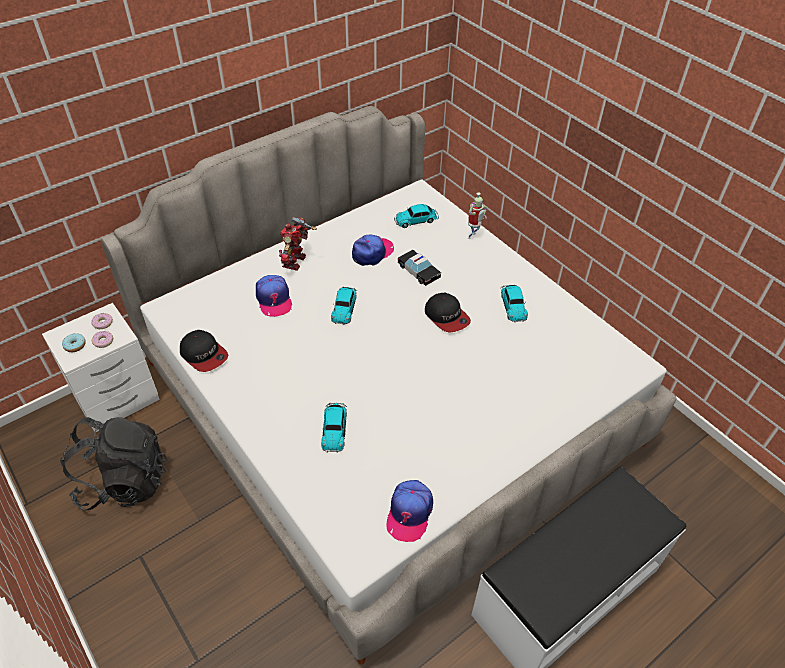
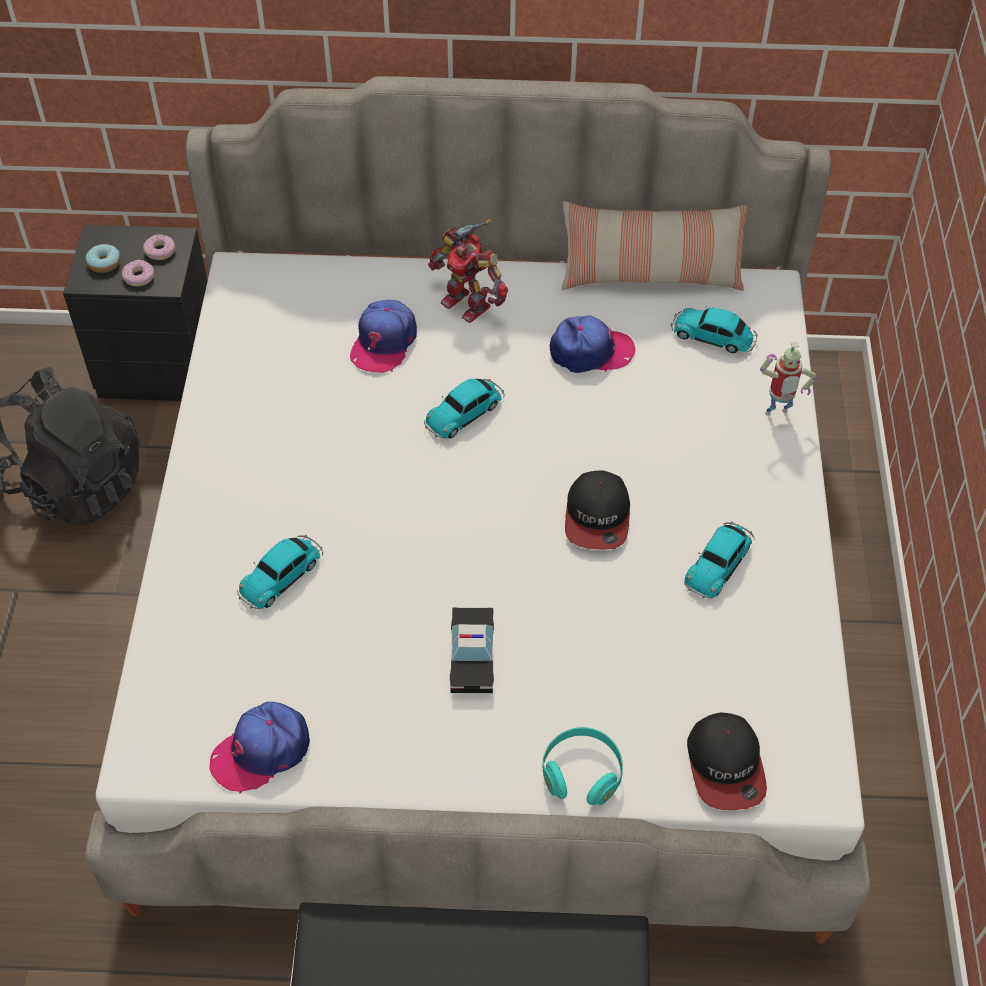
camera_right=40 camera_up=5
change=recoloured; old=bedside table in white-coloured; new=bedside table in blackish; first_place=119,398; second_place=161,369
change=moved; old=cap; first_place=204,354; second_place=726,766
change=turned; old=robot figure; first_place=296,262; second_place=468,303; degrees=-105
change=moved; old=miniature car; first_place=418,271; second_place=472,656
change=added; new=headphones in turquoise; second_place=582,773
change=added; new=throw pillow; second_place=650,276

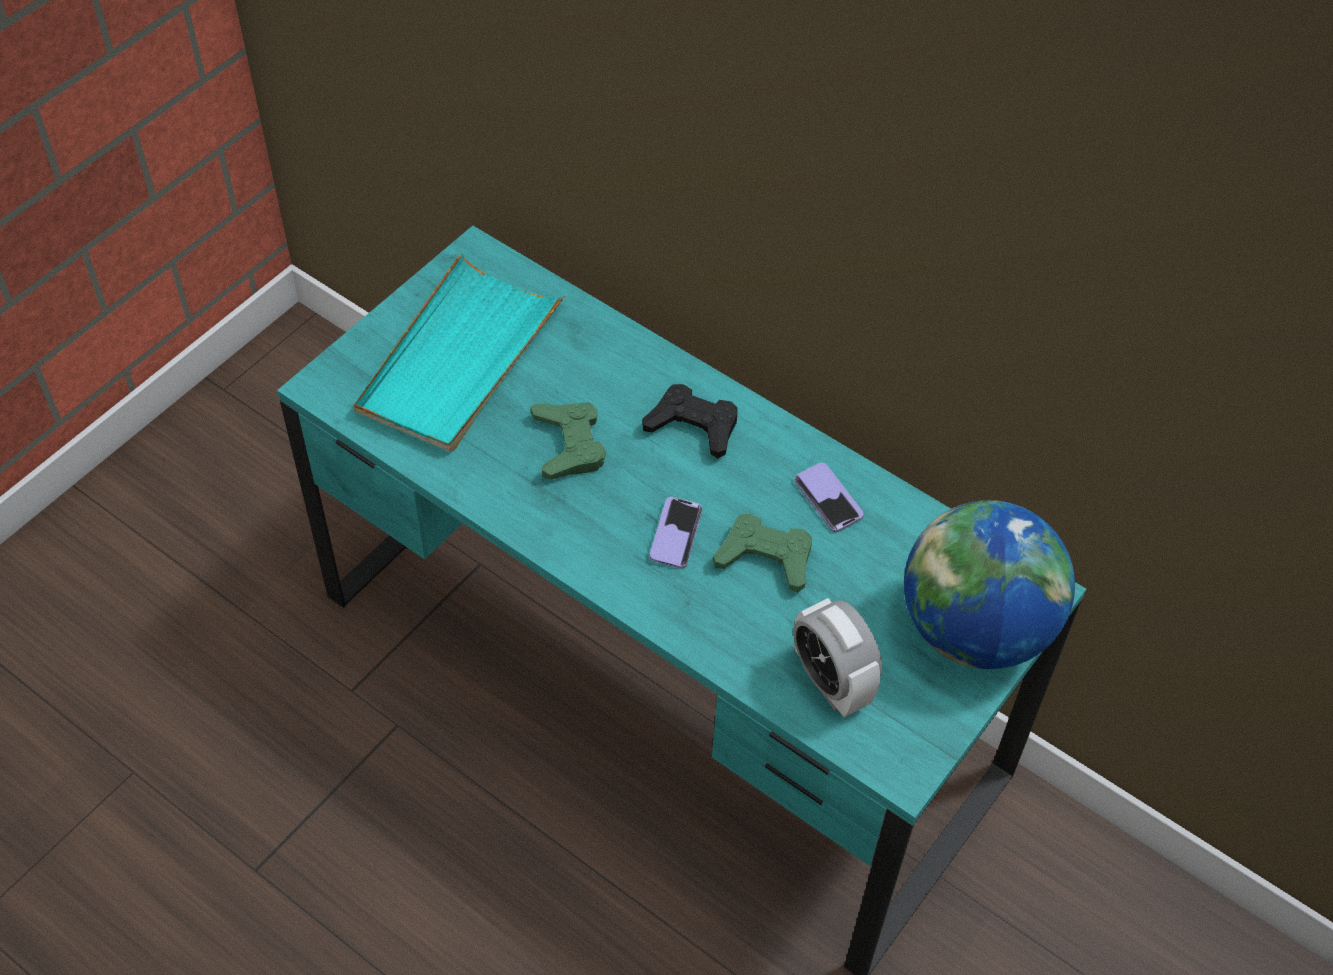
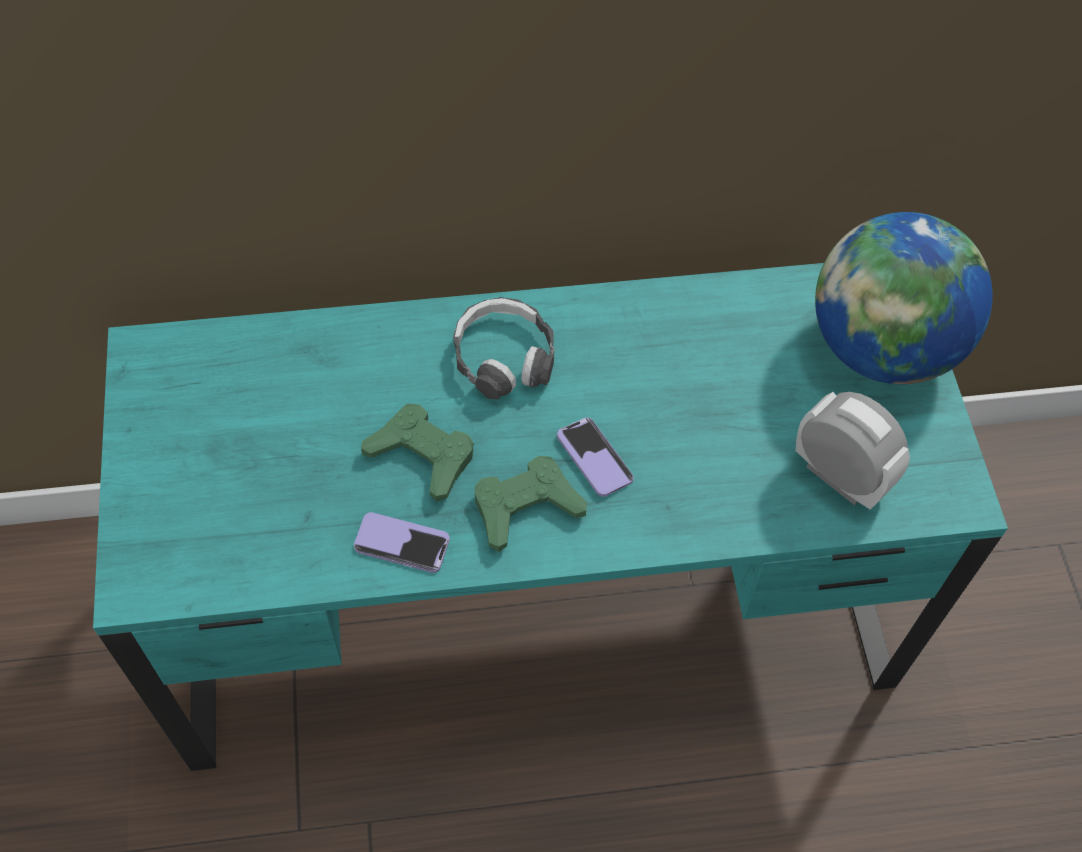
camera_right=-45 camera_up=5
change=removed; old=tray in turquoise; first_place=459,359
change=replaced; old=game controller in blackish; new=headphones; first_place=693,426; second_place=503,356
change=moved; old=game controller in green-coloured; first_place=765,557; second_place=525,506
change=turned; old=table clock; first_place=831,682; second_place=839,477; degrees=-150
change=moved; old=telephone; first_place=828,499; second_place=402,544

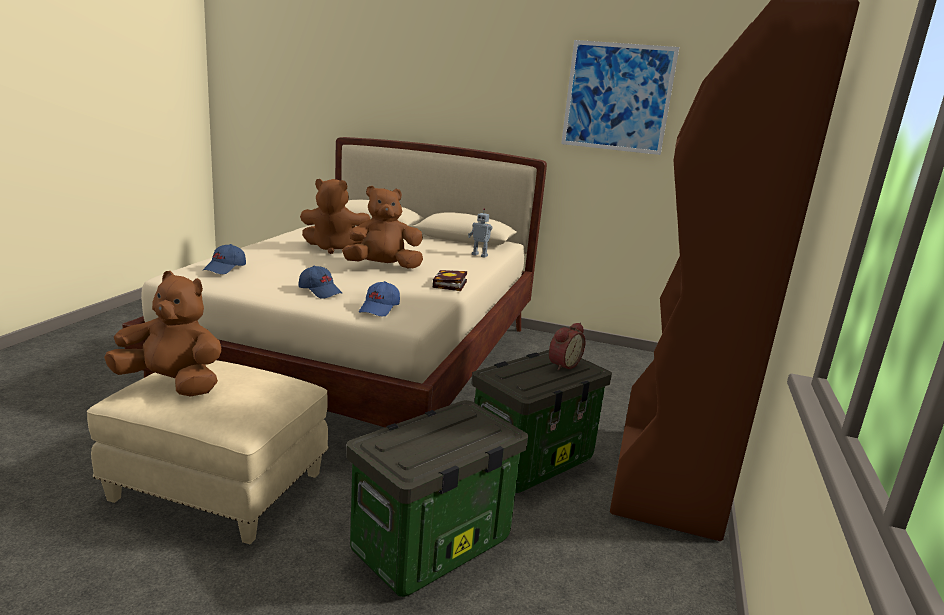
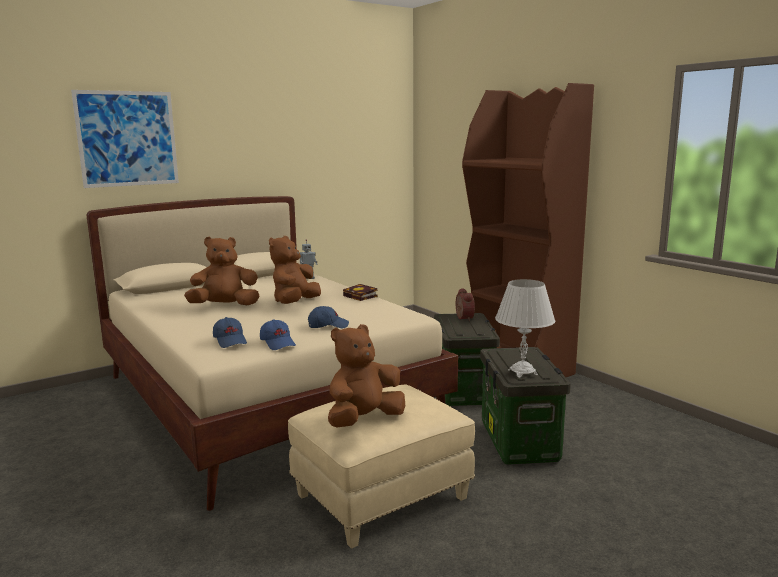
camera_right=-50 camera_up=-5
change=turned; old=plush toy in brown-coloured; first_place=335,248; second_place=224,306; degrees=-150
change=moved; old=cap in blue; first_place=380,309; second_place=278,343
change=moved; old=wall picture; first_place=617,97; second_place=127,139
change=added; new=tabletop lamp in white-coloured; second_place=522,372

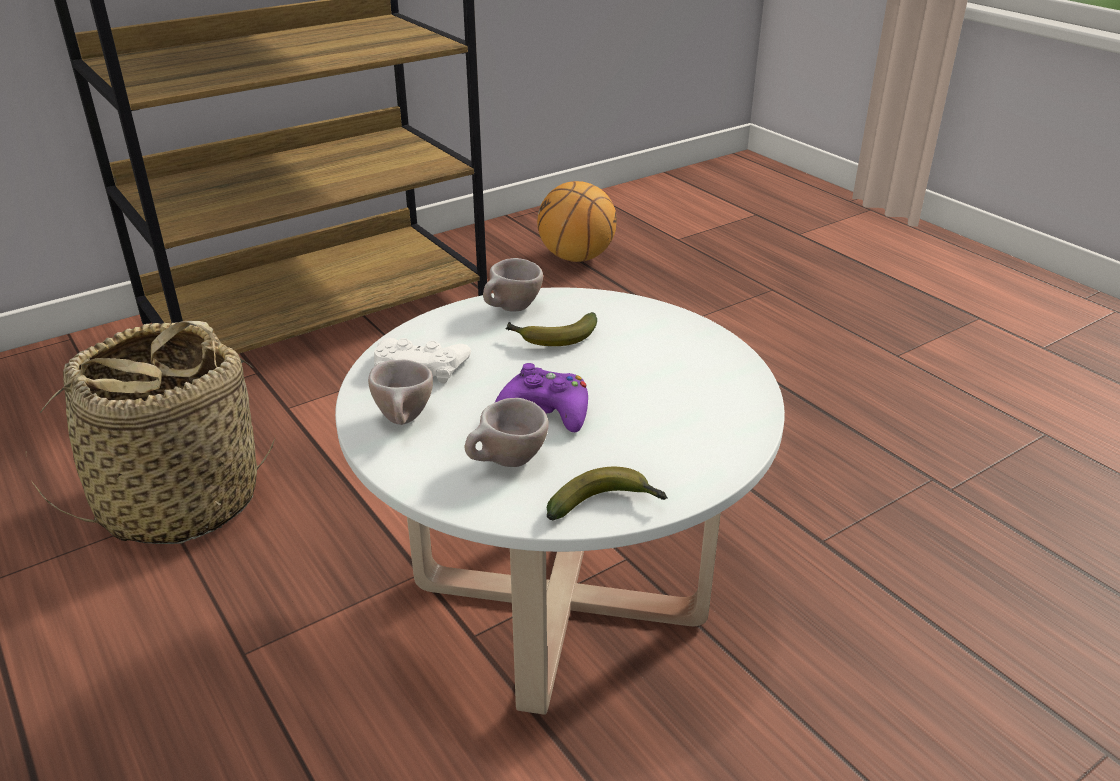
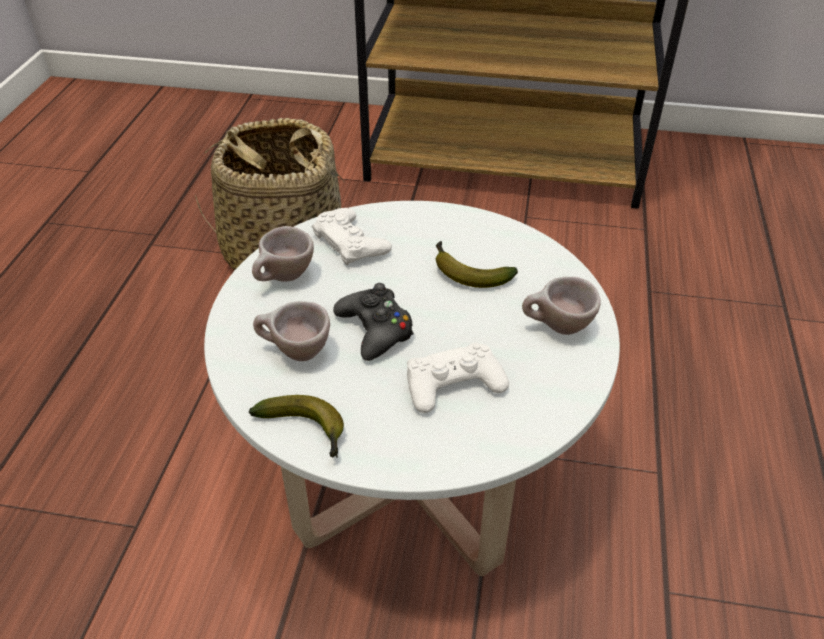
camera_right=45 camera_up=10
change=moved; old=drinking cup in beige-coloured; first_place=511,310; second_place=556,328
change=recoloured; old=game controller in purple; new=game controller in blackish; first_place=545,411; second_place=375,330
change=removed; old=basketball ball; first_place=576,258
change=added; new=game controller in white-coloured; second_place=453,384

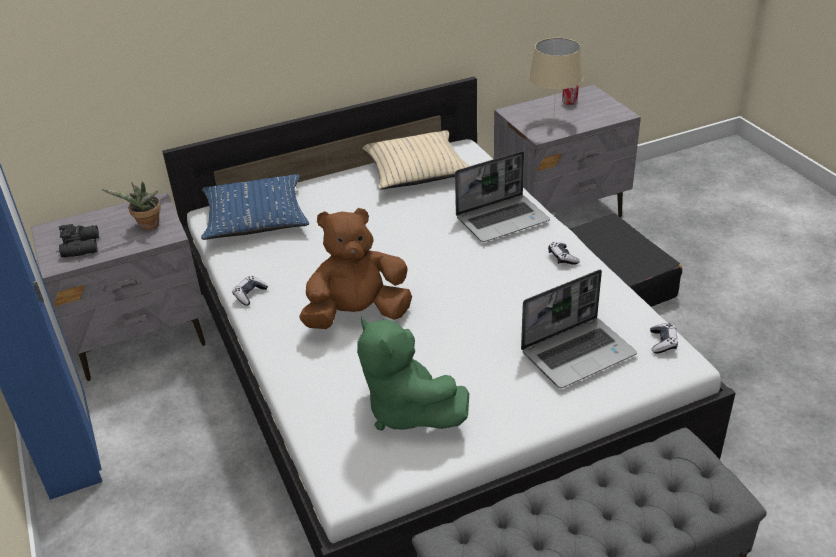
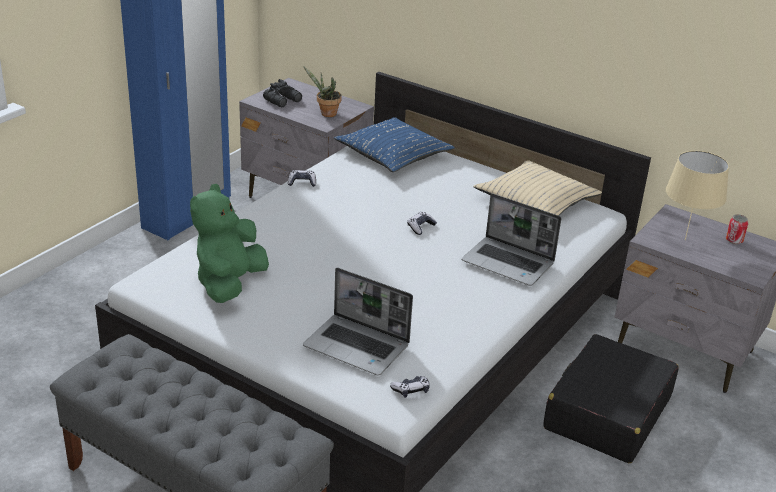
camera_right=55 camera_up=-5
change=removed; old=plush toy in brown-coloured; first_place=357,315
change=moved; old=game controller; first_place=562,258; second_place=420,227

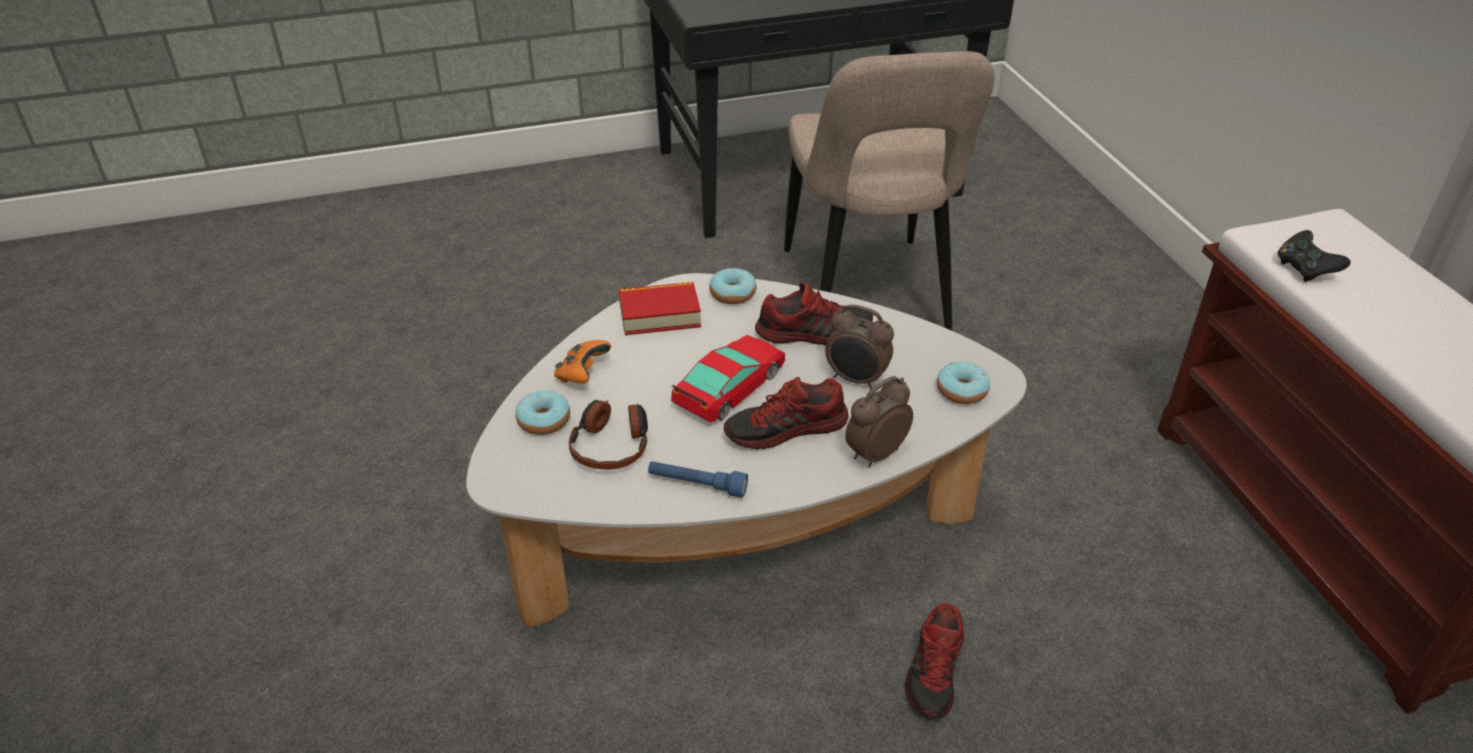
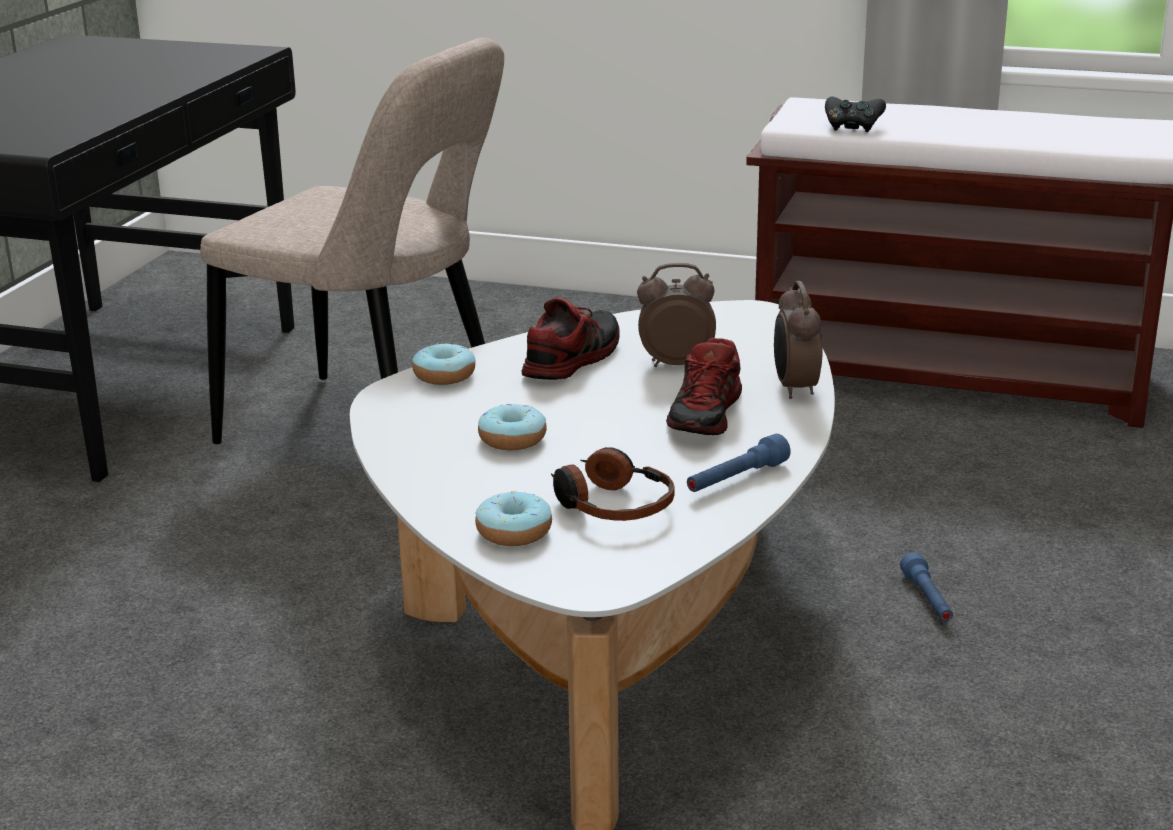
camera_right=-55 camera_up=-15
change=removed; old=game controller in orange-coloured; first_place=582,374
change=removed; old=volume; first_place=659,315
change=removed; old=miniature car; first_place=729,388
change=turned; old=table clock; first_place=856,380; second_place=676,364; degrees=-150
change=replaced; old=low shoe; new=hand torch in blue; first_place=936,672; second_place=927,600
change=moved; old=donut; first_place=962,391; second_place=512,439

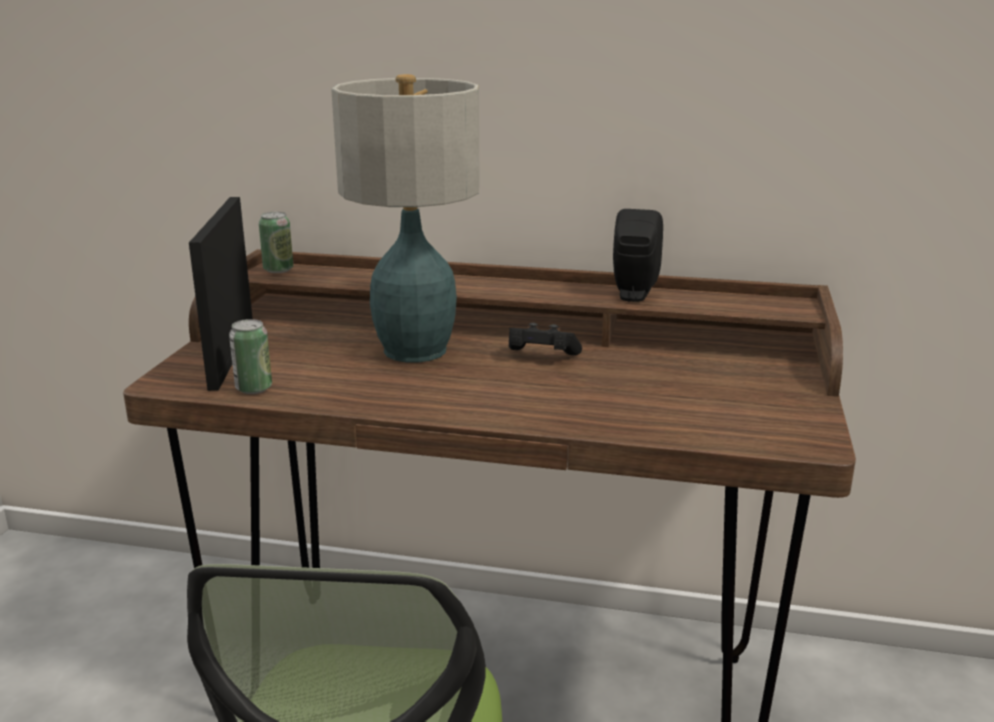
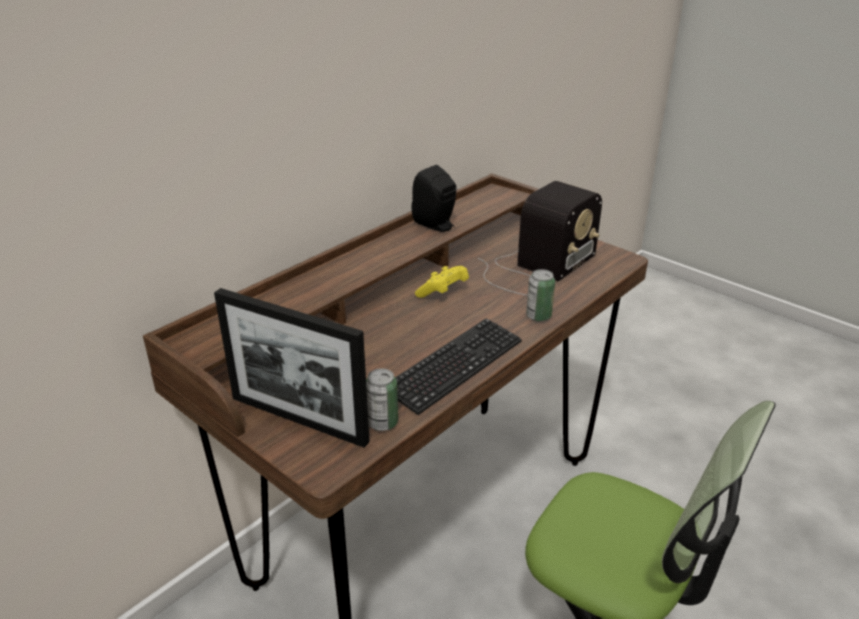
camera_right=-60 camera_up=10
change=moved; old=metal can; first_place=278,270; second_place=538,316
change=removed; old=tabletop lamp; first_place=416,350
change=recoloured; old=game controller in blackish; new=game controller in yellow; first_place=541,357; second_place=443,292
change=added; new=computer keyboard; second_place=454,366
change=added; new=radio set; second_place=536,268

